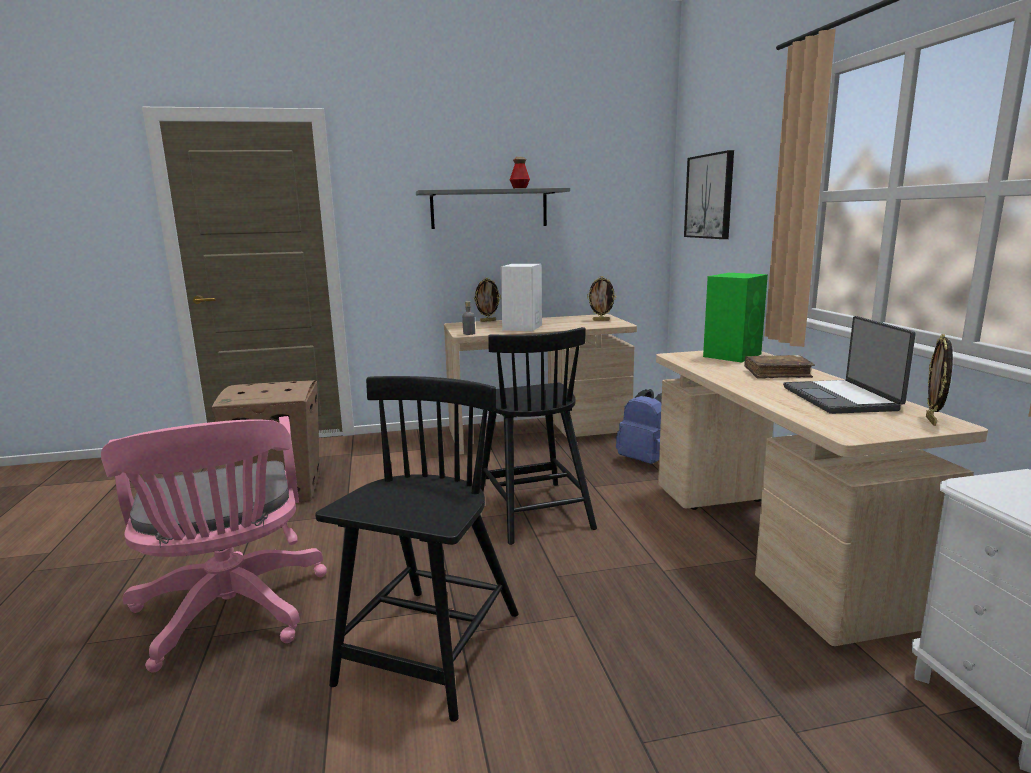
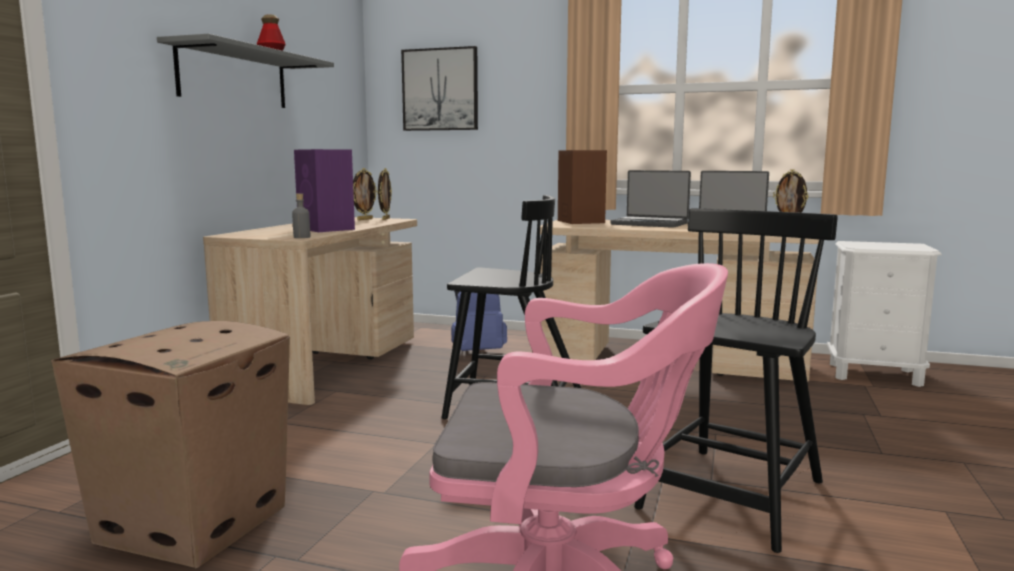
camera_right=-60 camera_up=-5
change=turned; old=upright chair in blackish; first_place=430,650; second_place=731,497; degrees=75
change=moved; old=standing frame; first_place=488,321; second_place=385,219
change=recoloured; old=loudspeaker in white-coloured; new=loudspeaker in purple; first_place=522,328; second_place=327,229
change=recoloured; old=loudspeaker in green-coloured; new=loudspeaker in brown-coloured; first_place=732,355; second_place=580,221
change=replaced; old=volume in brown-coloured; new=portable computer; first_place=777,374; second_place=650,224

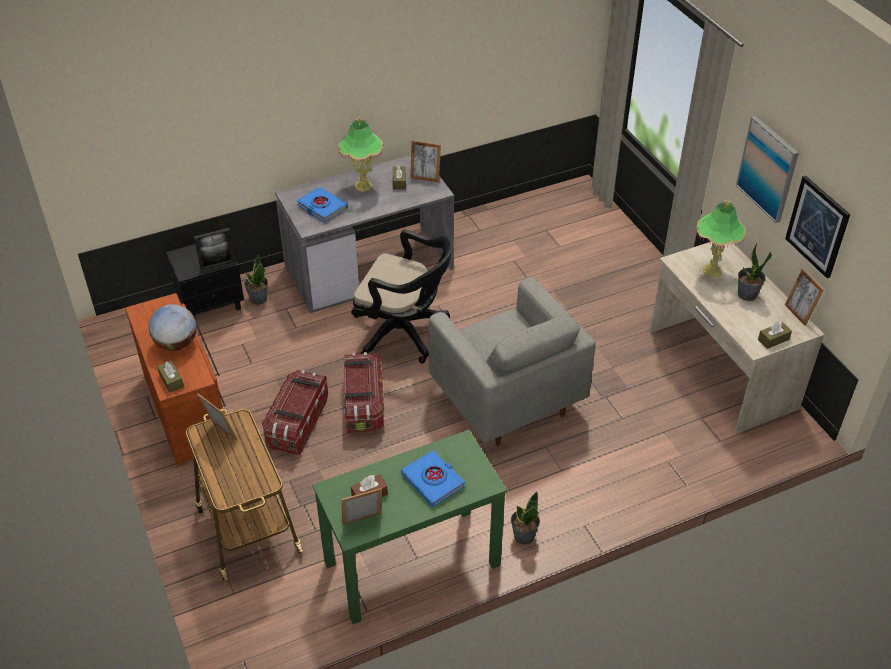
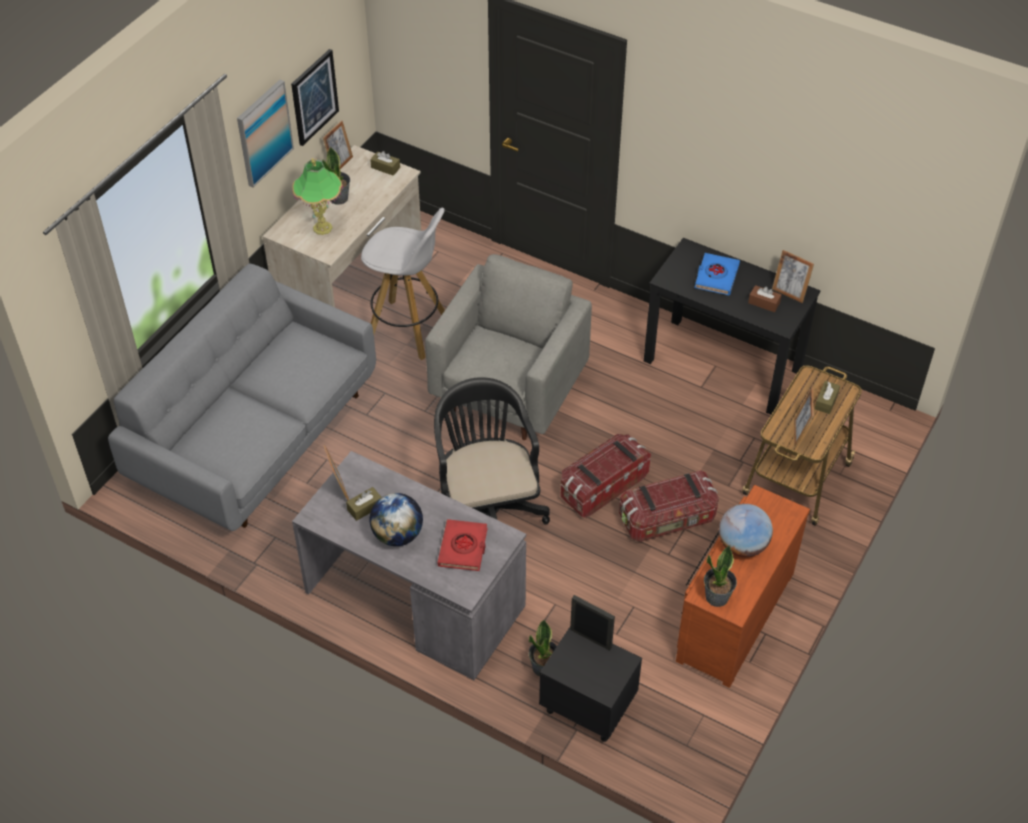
camera_right=-125 camera_up=5
change=moved; old=tissue box in brown-coloured; first_place=171,380; second_place=826,401
change=recoloured; old=volume in blue; new=volume in reddish; first_place=322,207; second_place=463,548
change=recoloured; old=desk table in green-coloured; new=desk table in blackish; first_place=411,564; second_place=723,365
change=replaced; old=tabletop lamp; new=globe; first_place=363,186; second_place=397,535
change=moved; old=houseplant; first_place=523,536; second_place=717,597
change=added; new=sofa in gray; second_place=256,436
change=added; new=sitting stool in white-coloured; second_place=408,330

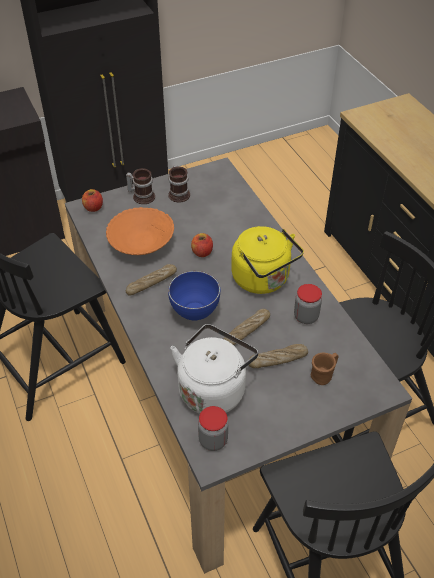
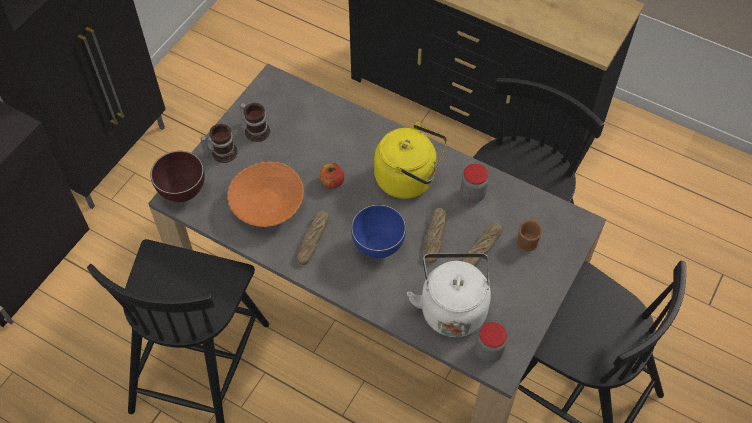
camera_right=-35 camera_up=10
change=replaced; old=apple; new=serving bowl in brown-coloured; first_place=93,207; second_place=183,192

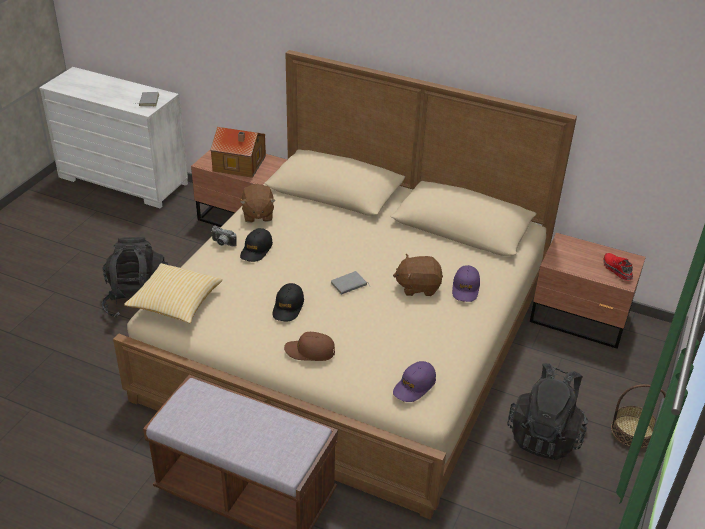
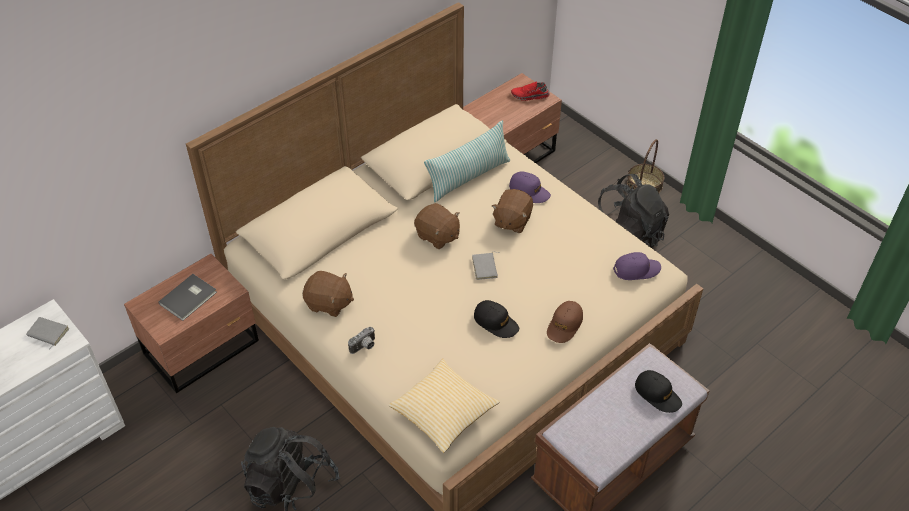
camera_right=-65 camera_up=10
change=replaced; old=model house; new=volume in gray; first_place=240,164; second_place=189,298
change=moved; old=cap in blackish; first_place=256,250; second_place=657,394
change=turned; old=cap in purple; first_place=414,386; second_place=636,270; degrees=-75
change=added; new=plush toy in brown-coloured; second_place=437,236
change=added; new=throw pillow; second_place=468,177

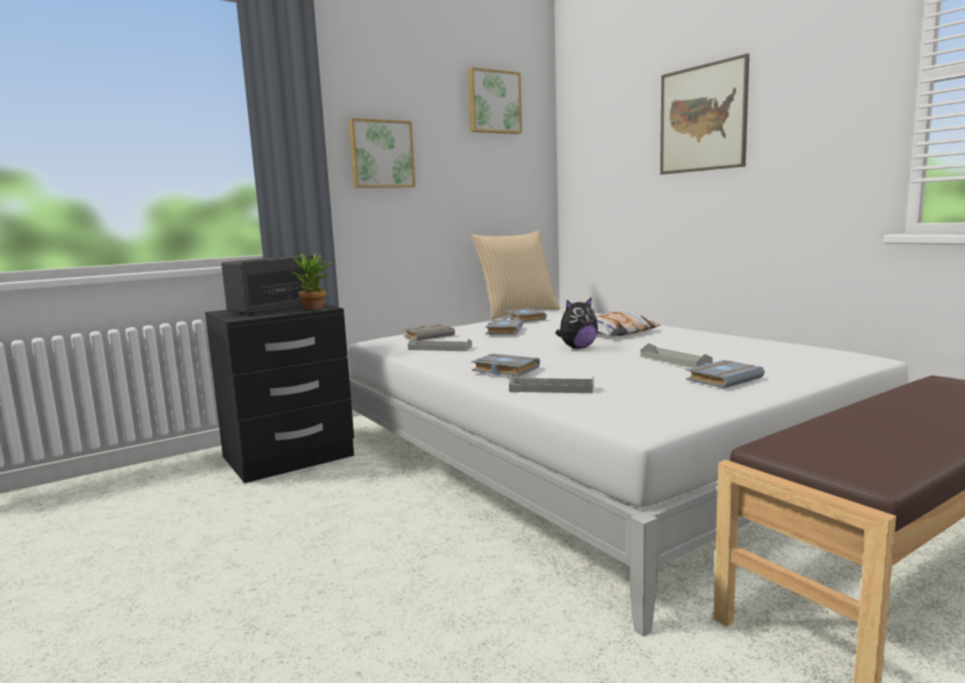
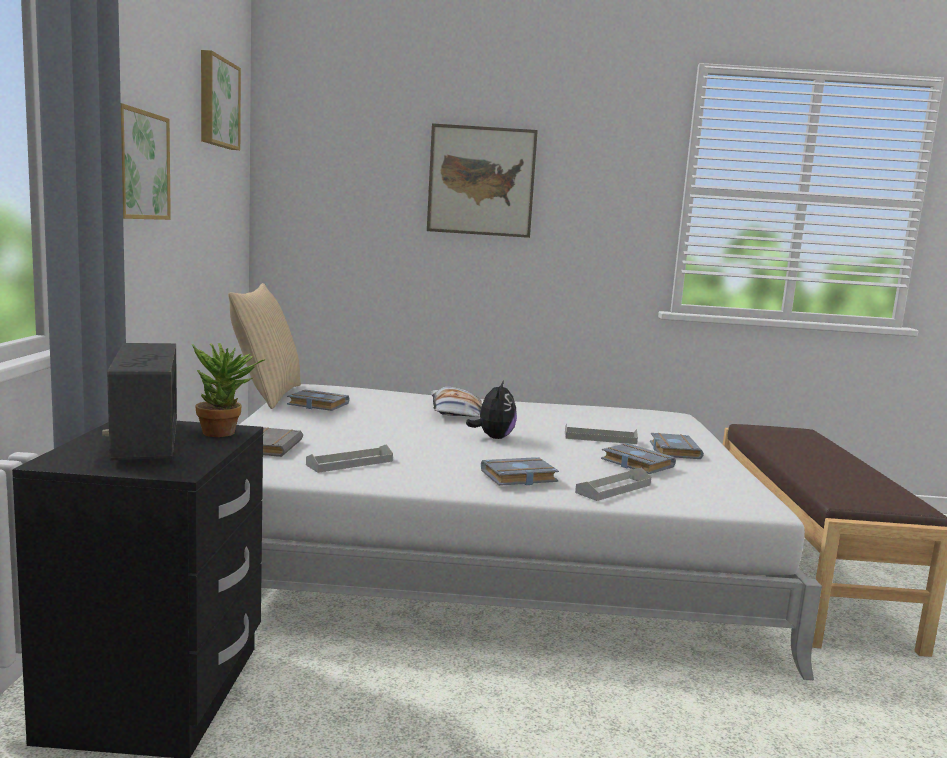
camera_right=-55 camera_up=0
change=moved; old=volume in gray; first_place=503,331; second_place=634,463

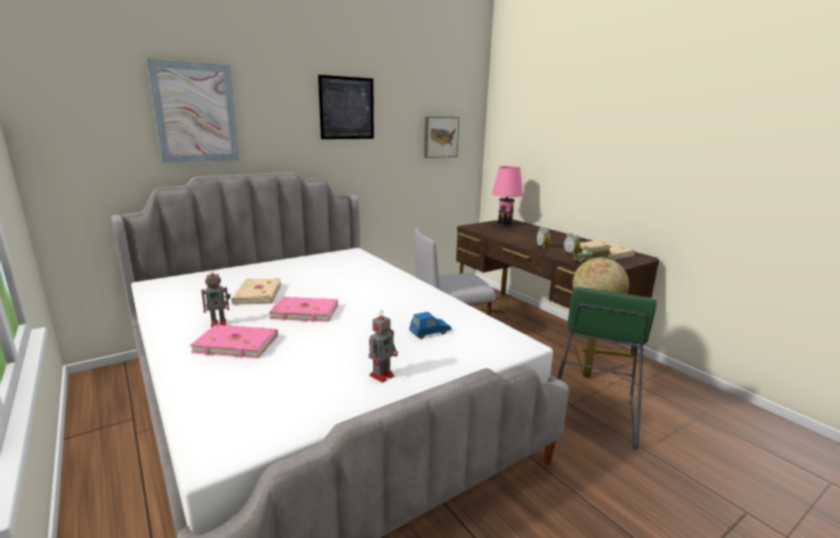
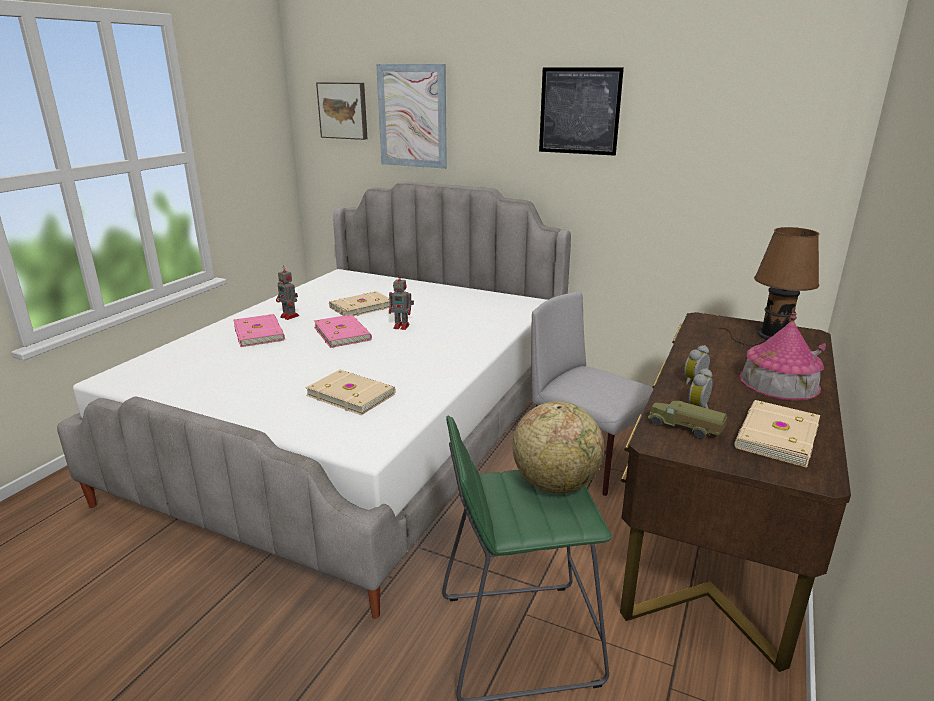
camera_right=60 camera_up=5
change=moved; old=robot figure; first_place=382,375; second_place=402,326
change=replaced; old=miniature car in blue; new=volume in beige-coloured; first_place=430,332; second_place=351,394
change=moved; old=wall picture; first_place=440,137; second_place=343,110
change=recoloured; old=tabletop lamp in pinkish; new=tabletop lamp in brown-coloured; first_place=504,225; second_place=770,336
change=added; new=model house; second_place=779,382

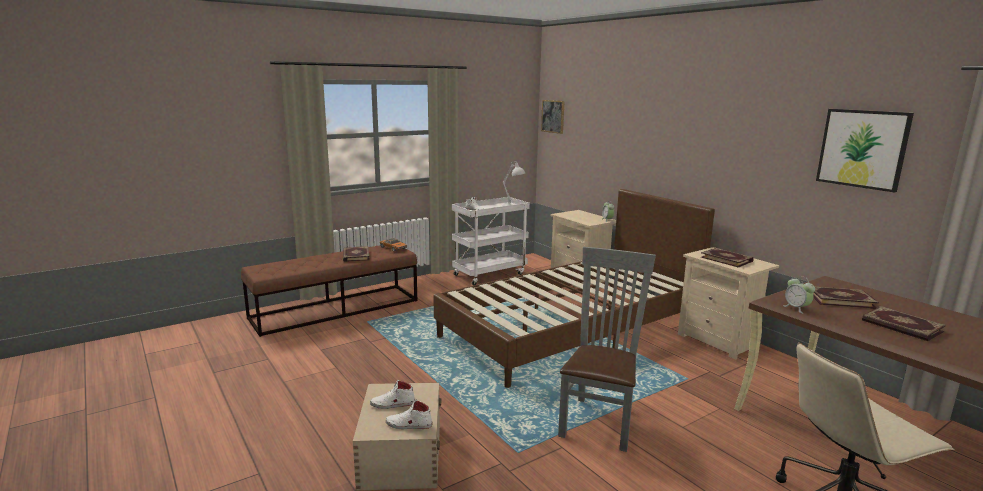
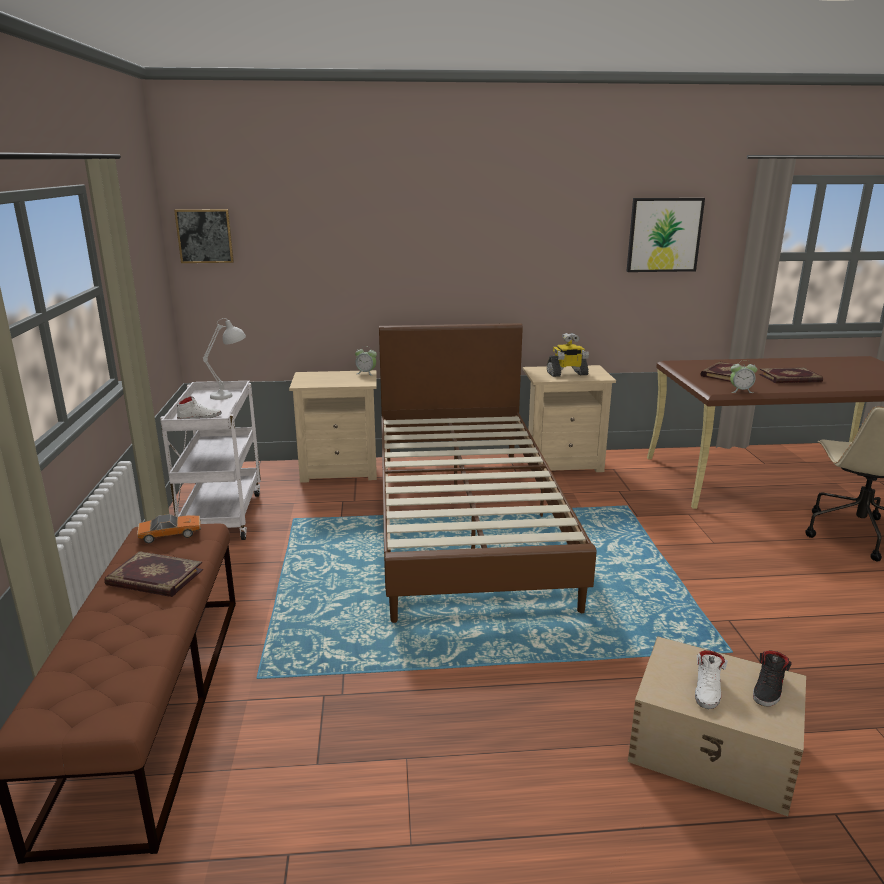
camera_right=-60 camera_up=5
change=recoloured; old=low shoe in white-coloured; new=low shoe in blackish; first_place=408,425; second_place=769,689
change=removed; old=upright chair in gray; first_place=600,420
change=replaced; old=volume; new=robot figure; first_place=726,259; second_place=567,374

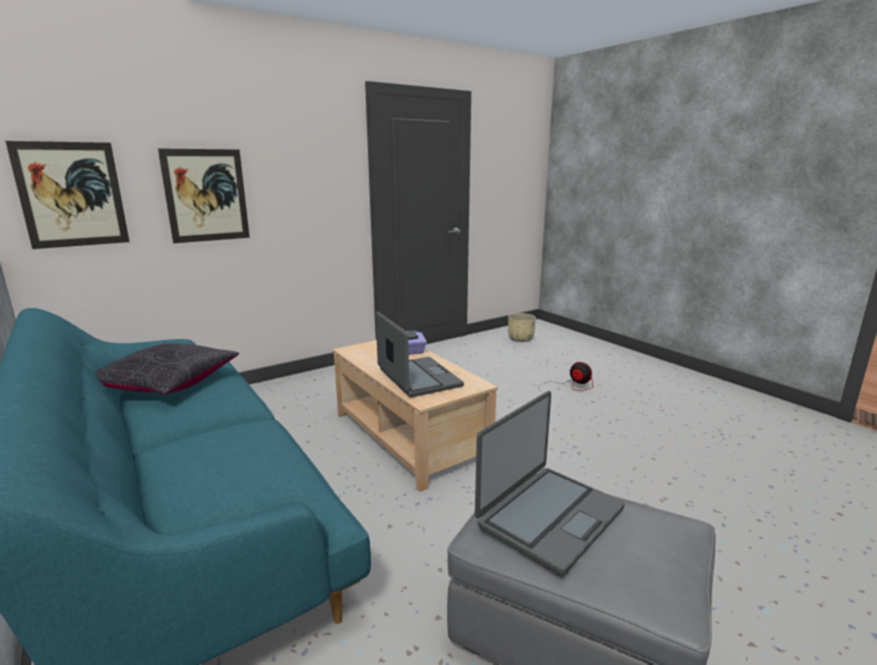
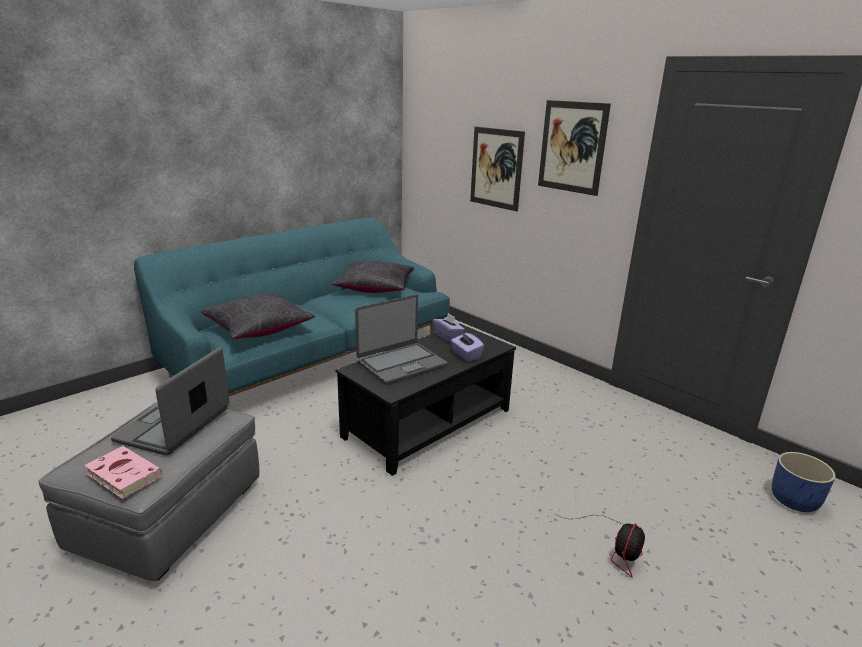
camera_right=80 camera_up=5
change=moved; old=wall picture; first_place=72,195; second_place=572,147
change=recoloured; old=low table in beige-coloured; new=low table in blackish; first_place=407,437; second_place=427,422
change=turned; old=portable computer; first_place=549,516; second_place=175,425; degrees=75
change=recoloured; old=flower pot in beige-coloured; new=flower pot in blue; first_place=520,339; second_place=794,500
change=added; new=volume in pinkish; second_place=122,474
change=added; new=throw pillow in blackish; second_place=259,328
change=added; new=tissue box in purple; second_place=448,336

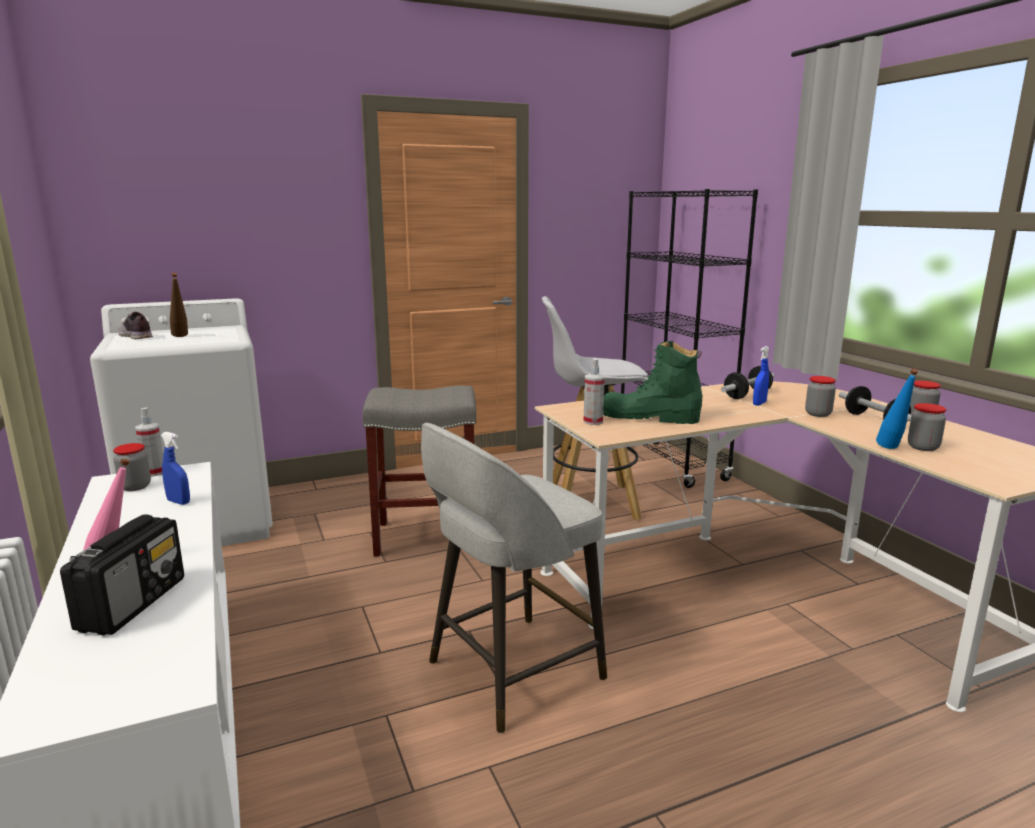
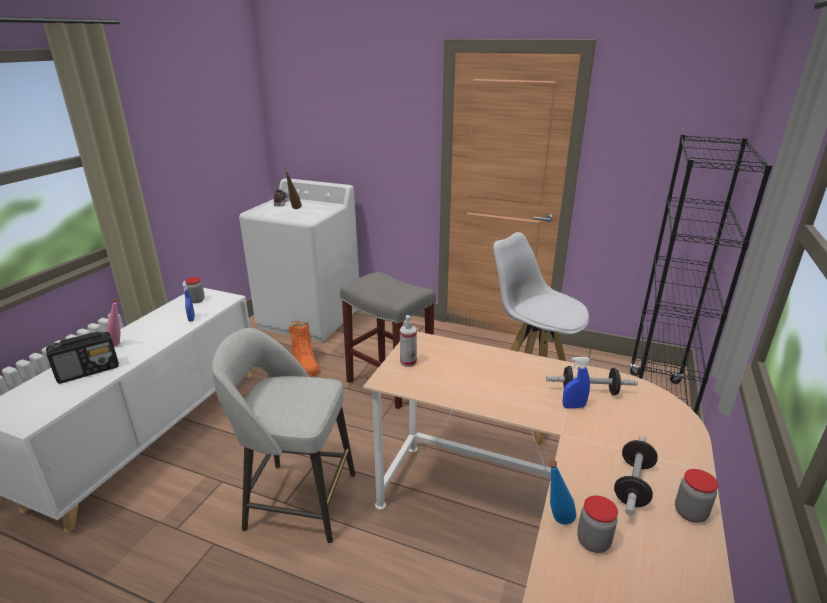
camera_right=45 camera_up=10
change=removed; old=spray bottle; first_place=154,472
change=removed; old=tall boot in green-coloured; first_place=649,417
change=removed; old=jar; first_place=818,414
change=added; new=tall boot in orange-coloured; second_place=305,363

